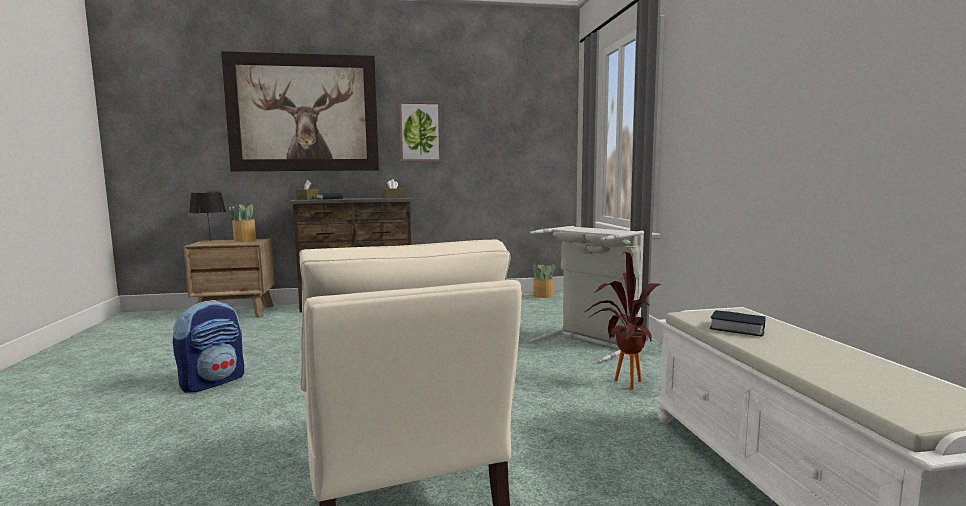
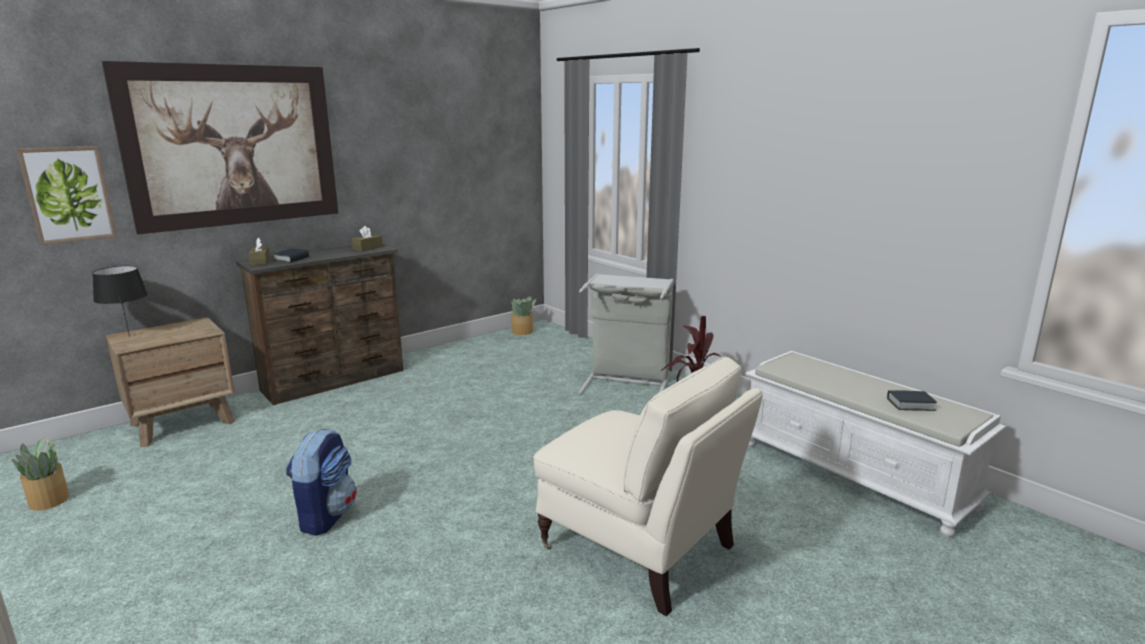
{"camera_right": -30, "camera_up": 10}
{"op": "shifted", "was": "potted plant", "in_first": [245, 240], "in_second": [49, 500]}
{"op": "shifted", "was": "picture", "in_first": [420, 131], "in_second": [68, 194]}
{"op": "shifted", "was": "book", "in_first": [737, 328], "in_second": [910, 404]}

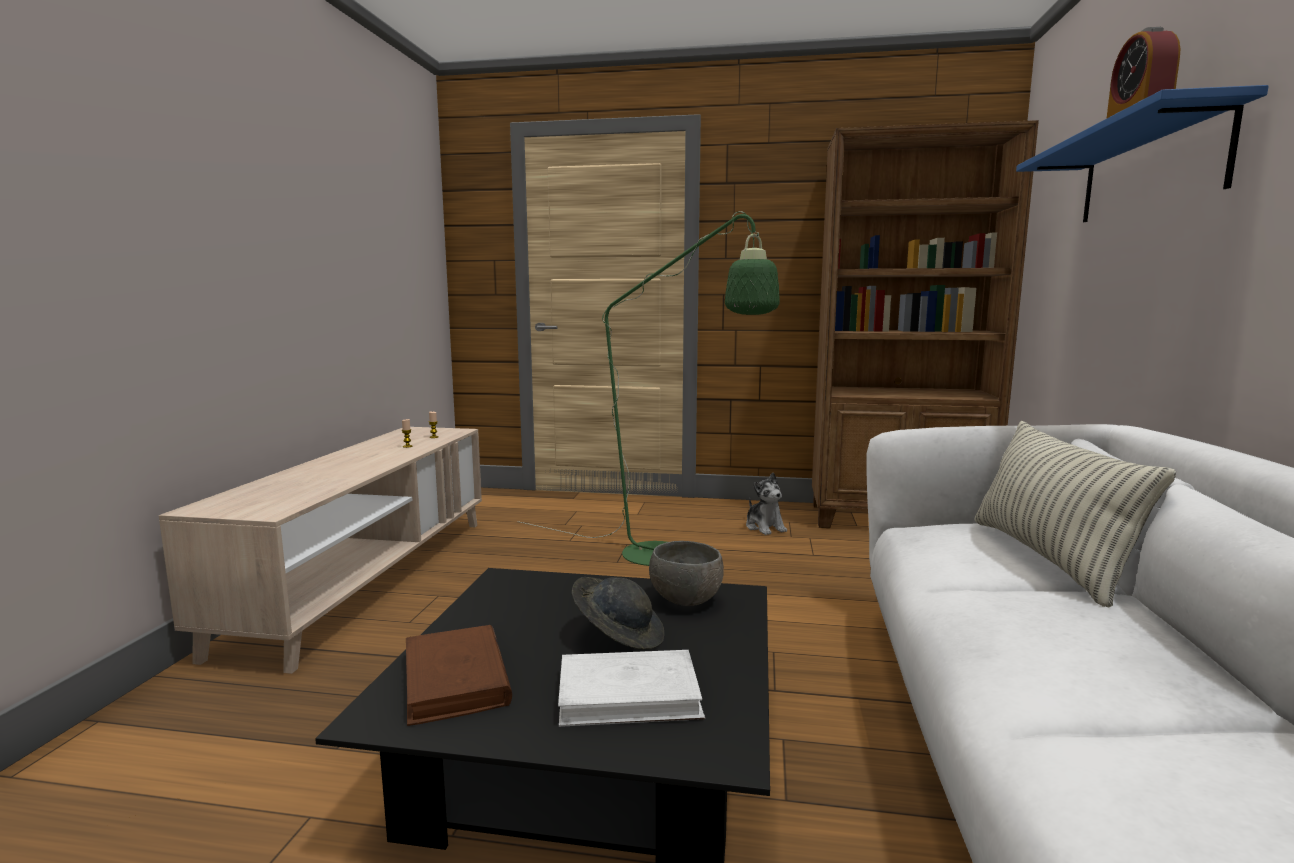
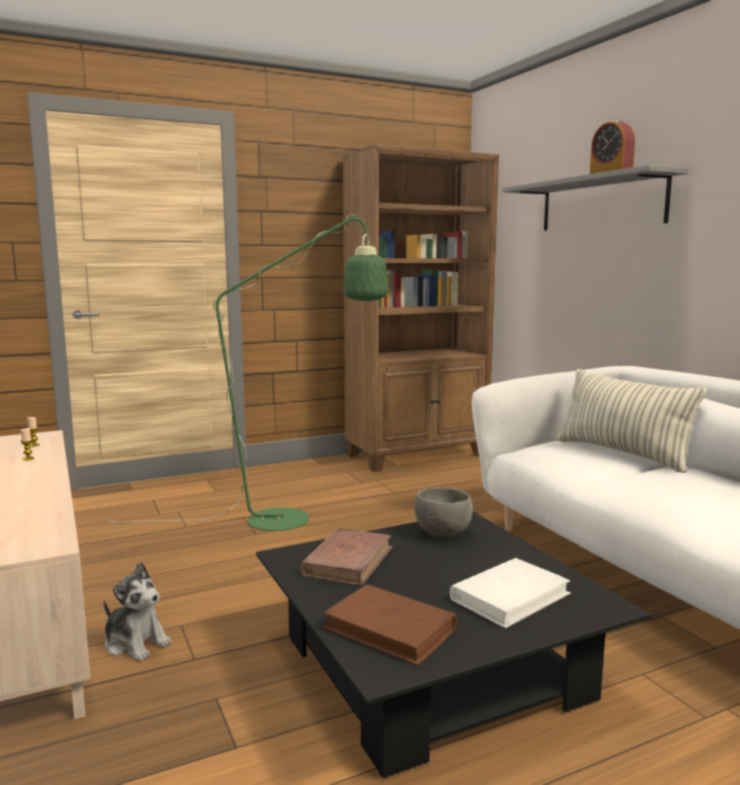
{"camera_right": -35, "camera_up": 0}
{"op": "gone", "was": "hat in grey", "in_first": [619, 634]}
{"op": "shifted", "was": "plush toy", "in_first": [765, 527], "in_second": [136, 643]}
{"op": "repainted", "was": "shelf in blue", "now": "shelf in grey", "in_first": [1149, 171], "in_second": [601, 203]}
{"op": "new", "now": "book in brown", "in_second": [348, 561]}

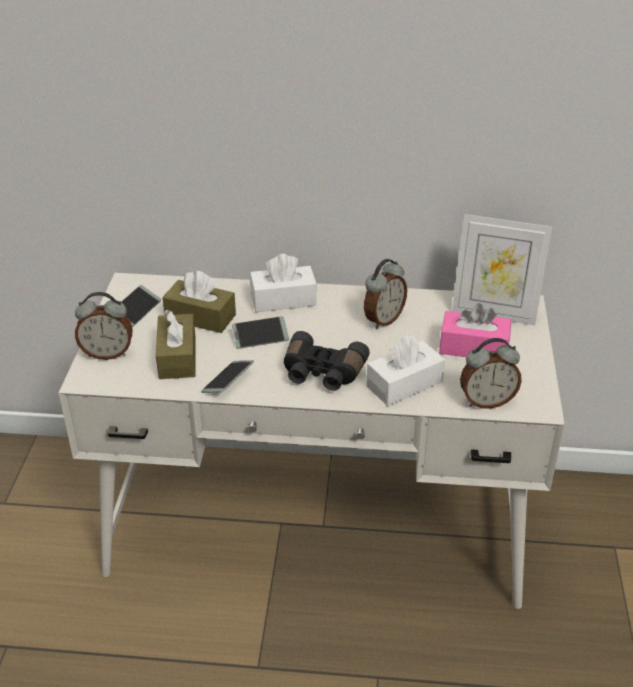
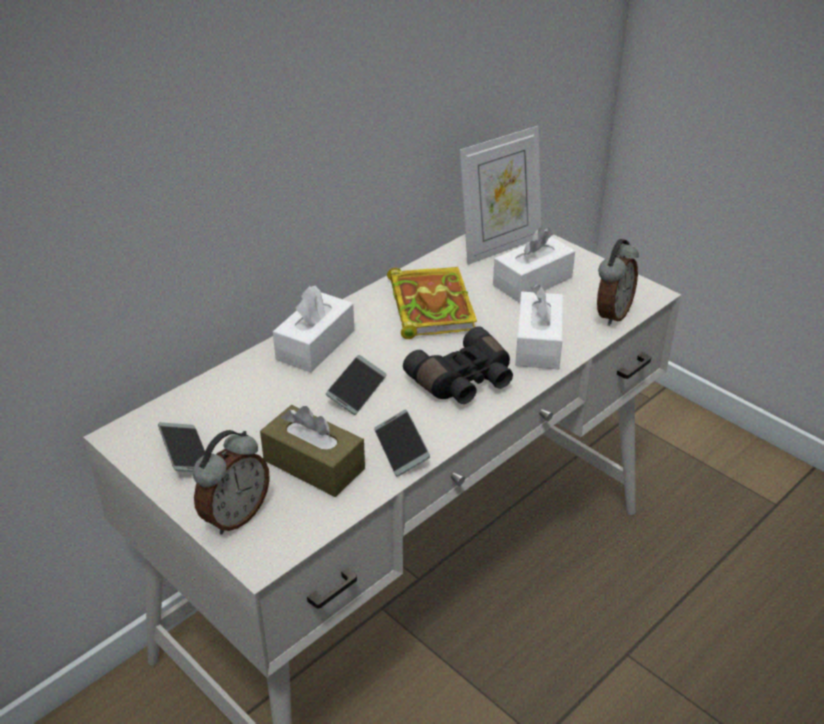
{"camera_right": -50, "camera_up": 0}
{"op": "gone", "was": "tissue box in brown", "in_first": [200, 317]}
{"op": "swapped", "was": "alarm clock", "now": "book", "in_first": [383, 319], "in_second": [429, 305]}
{"op": "repainted", "was": "tissue box in pink", "now": "tissue box in white", "in_first": [473, 347], "in_second": [532, 281]}

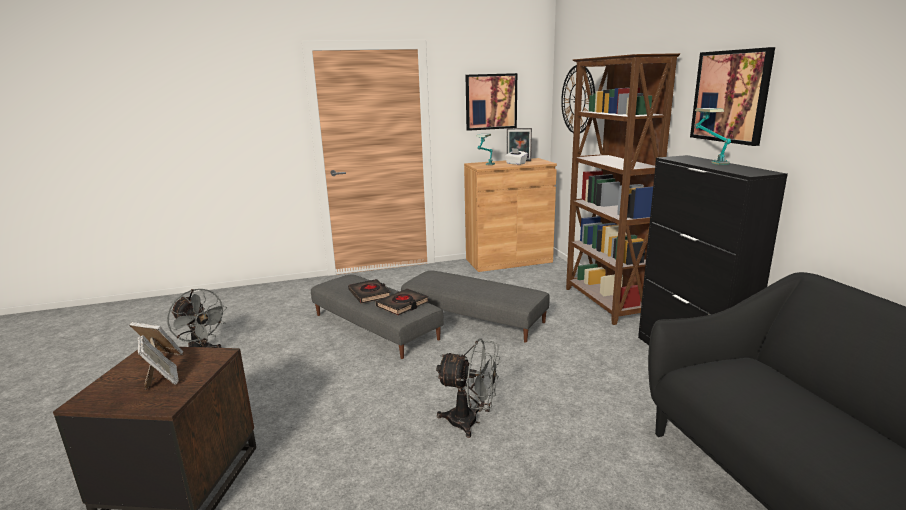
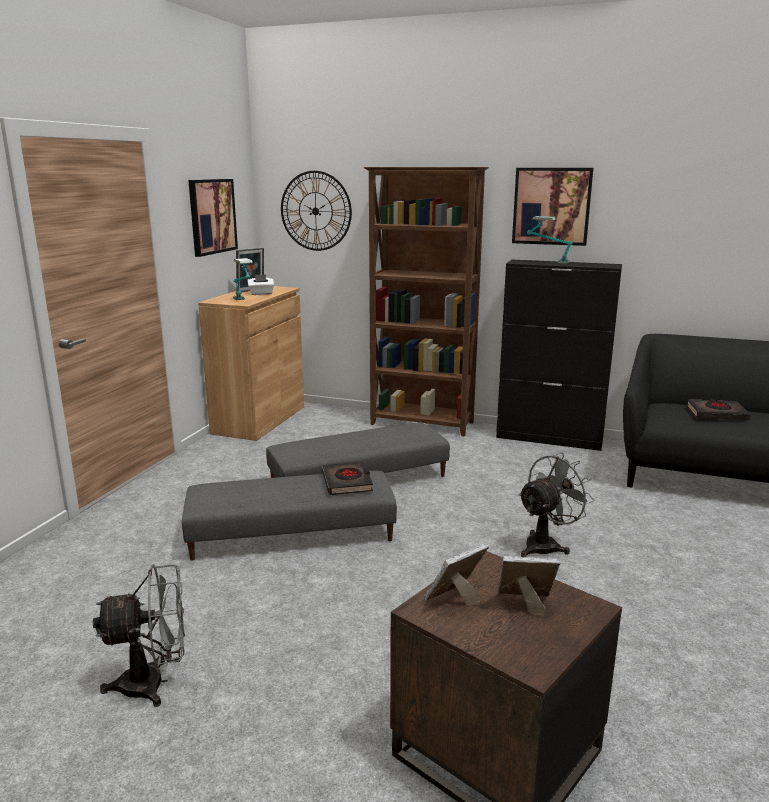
{"camera_right": -55, "camera_up": 0}
{"op": "shifted", "was": "book in black", "in_first": [369, 294], "in_second": [716, 414]}

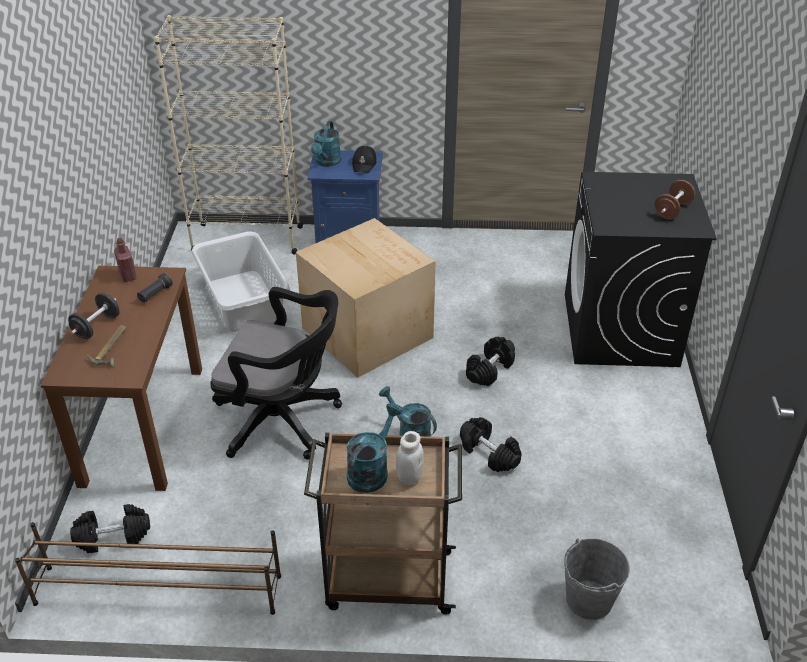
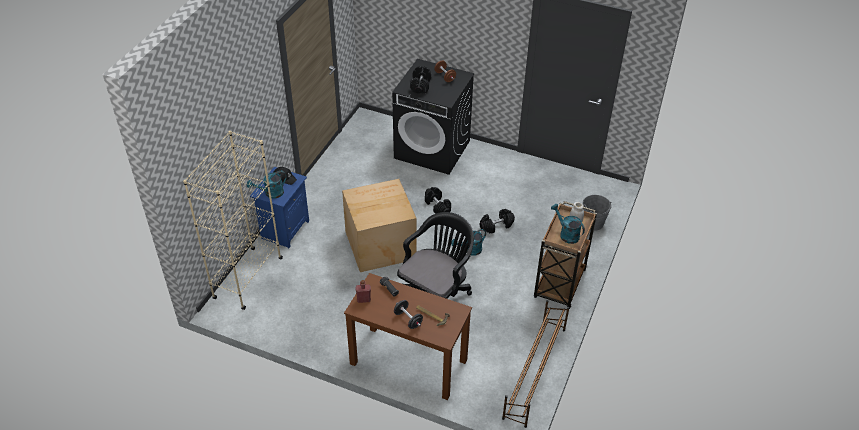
{"camera_right": -70, "camera_up": 5}
{"op": "shifted", "was": "dumbbell in black", "in_first": [113, 537], "in_second": [420, 85]}
{"op": "gone", "was": "laundry basket in grey", "in_first": [244, 300]}
{"op": "rotated", "was": "watering can in turquoise", "in_first": [327, 162], "in_second": [271, 193], "clockwise": 120}

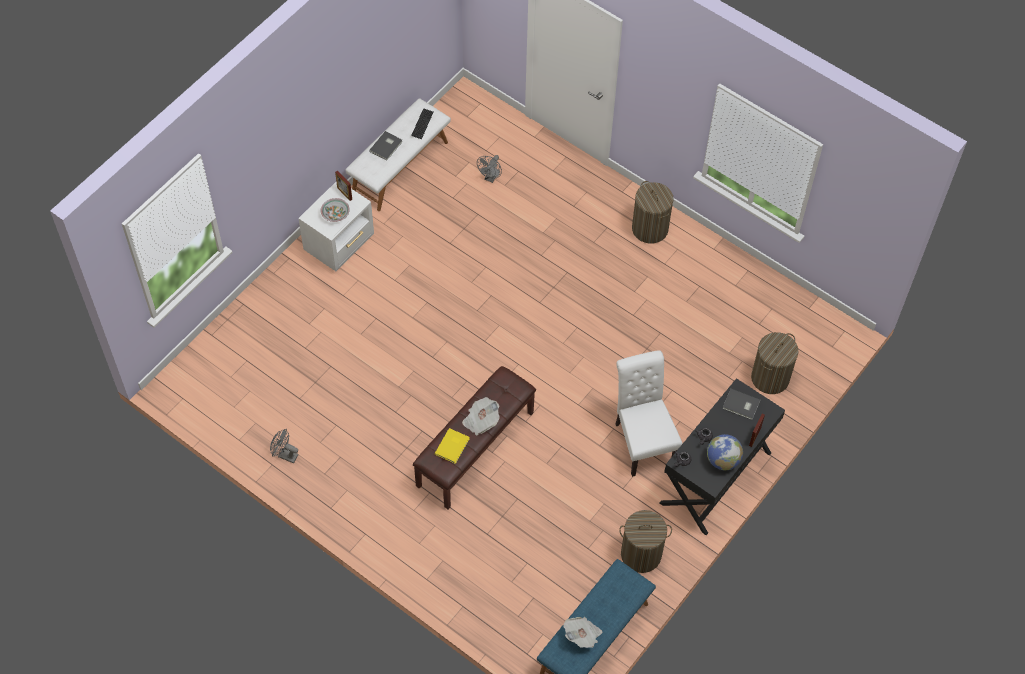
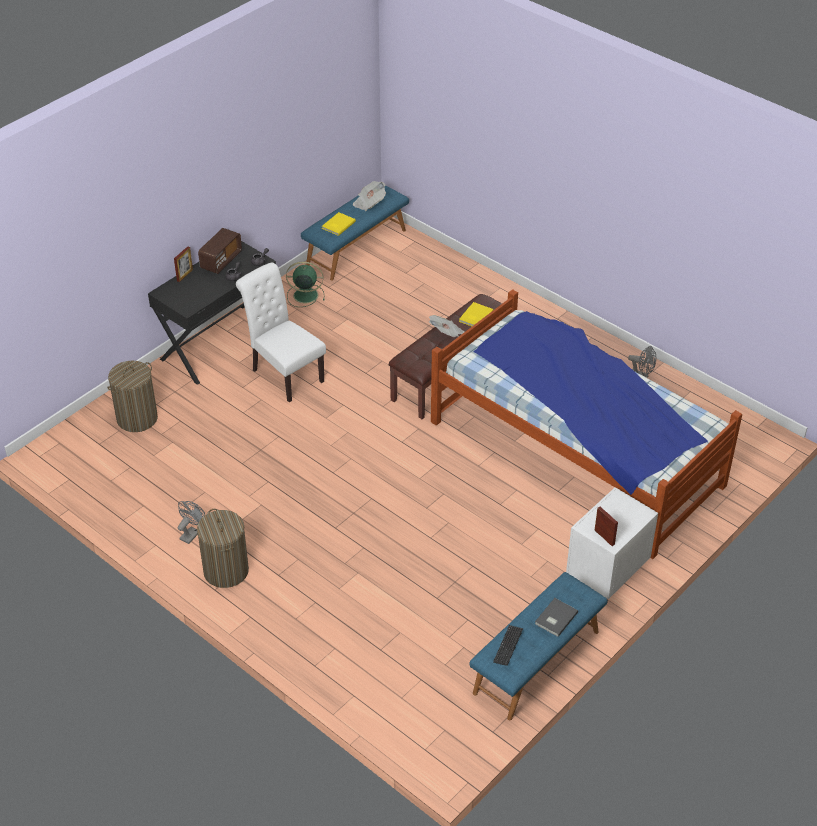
{"camera_right": -175, "camera_up": -15}
{"op": "gone", "was": "bowl", "in_first": [335, 214]}
{"op": "repainted", "was": "bench in white", "now": "bench in blue", "in_first": [399, 167], "in_second": [537, 662]}
{"op": "shifted", "was": "fan in grey", "in_first": [491, 178], "in_second": [192, 533]}
{"op": "rotated", "was": "chair in white", "in_first": [642, 440], "in_second": [284, 374], "clockwise": 150}
{"op": "swapped", "was": "laundry basket", "now": "fan in green", "in_first": [641, 554], "in_second": [304, 295]}
{"op": "swapped", "was": "globe", "now": "radio", "in_first": [722, 460], "in_second": [221, 261]}
{"op": "gone", "was": "book in grey", "in_first": [741, 405]}
{"op": "new", "now": "book in yellow", "in_second": [337, 225]}
{"op": "new", "now": "bed", "in_second": [576, 452]}

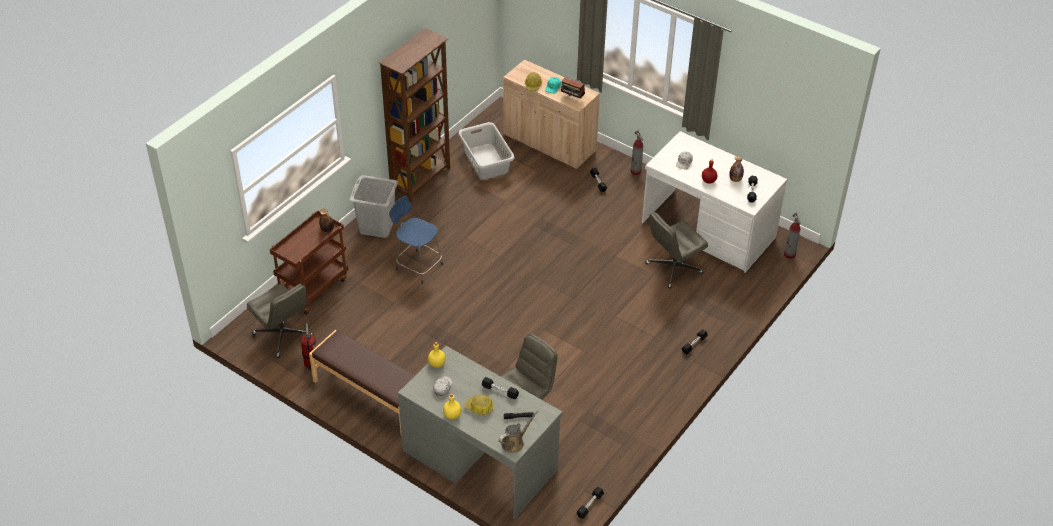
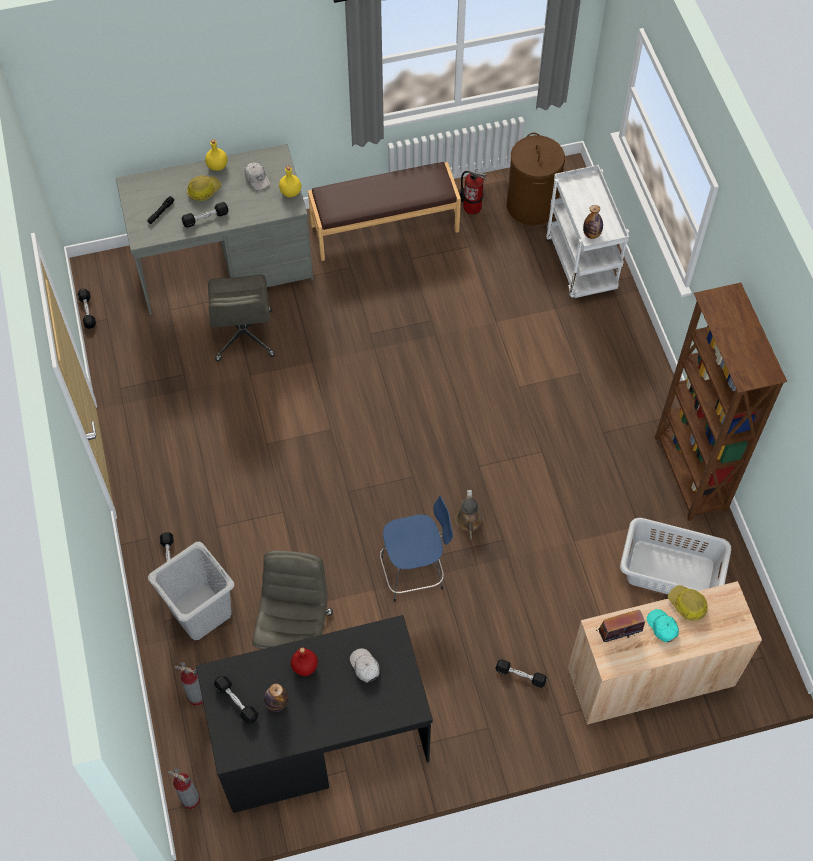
{"camera_right": 130, "camera_up": 15}
{"op": "swapped", "was": "office chair in grey", "now": "laundry basket in brown", "in_first": [283, 335], "in_second": [531, 205]}
{"op": "repainted", "was": "cart in brown", "now": "cart in white", "in_first": [313, 288], "in_second": [581, 265]}
{"op": "shifted", "was": "laundry basket in grey", "in_first": [377, 227], "in_second": [200, 612]}
{"op": "shifted", "was": "stool in blue", "in_first": [418, 266], "in_second": [414, 572]}
{"op": "shifted", "was": "watering can in brown", "in_first": [514, 442], "in_second": [469, 522]}
{"op": "shifted", "was": "fire extinguisher", "in_first": [635, 171], "in_second": [196, 696]}
{"op": "repainted", "was": "desk in white", "now": "desk in black", "in_first": [708, 230], "in_second": [319, 736]}

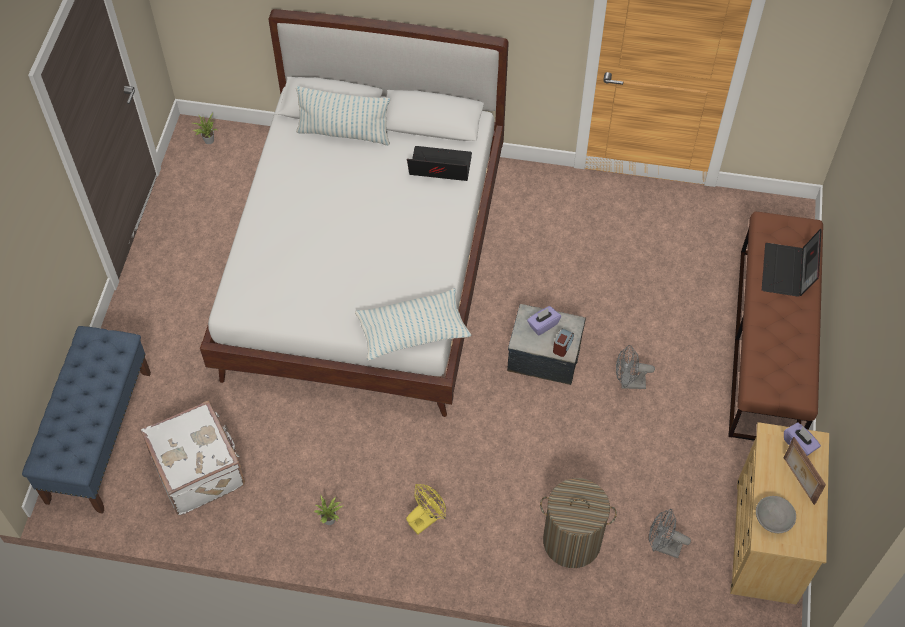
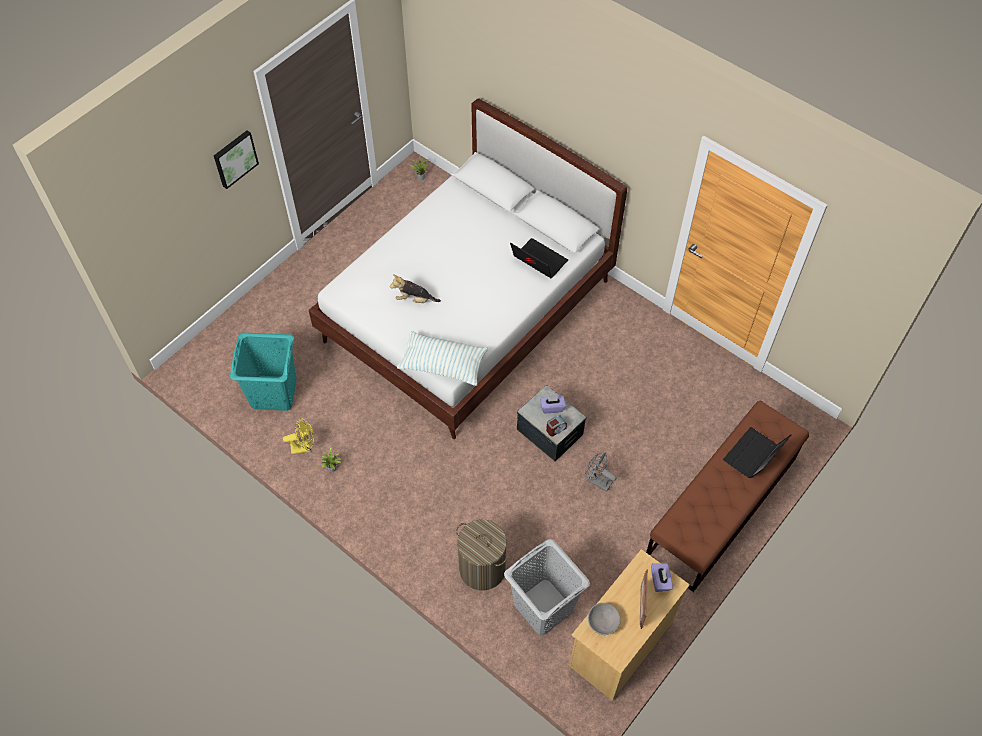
{"camera_right": 30, "camera_up": 0}
{"op": "gone", "was": "bench in blue", "in_first": [99, 435]}
{"op": "swapped", "was": "suitcase in white", "now": "laundry basket in turquoise", "in_first": [200, 469], "in_second": [273, 392]}
{"op": "gone", "was": "pillow", "in_first": [344, 133]}
{"op": "shifted", "was": "fan in yellow", "in_first": [426, 519], "in_second": [304, 447]}
{"op": "swapped", "was": "fan in grey", "now": "laundry basket in grey", "in_first": [662, 546], "in_second": [543, 607]}
{"op": "new", "now": "picture", "in_second": [234, 158]}
{"op": "new", "now": "plush toy", "in_second": [414, 299]}

